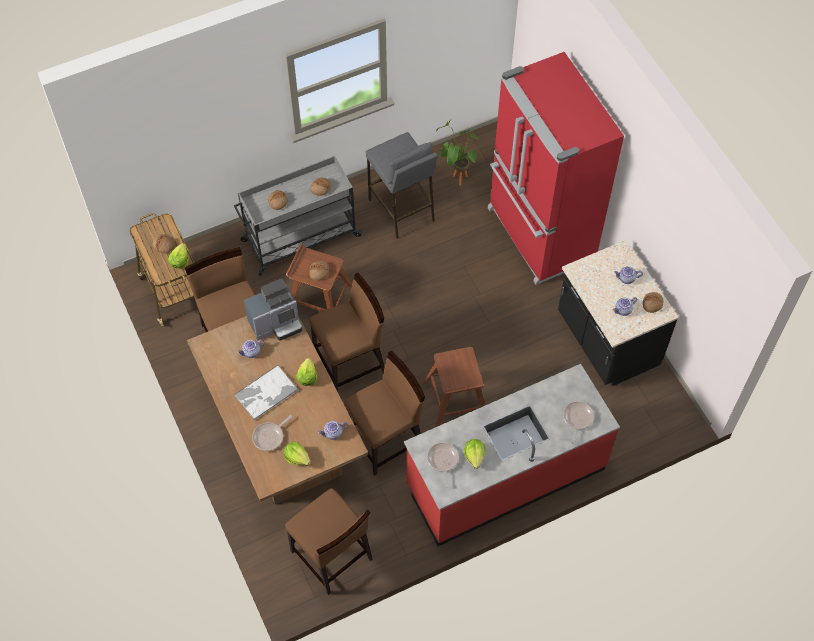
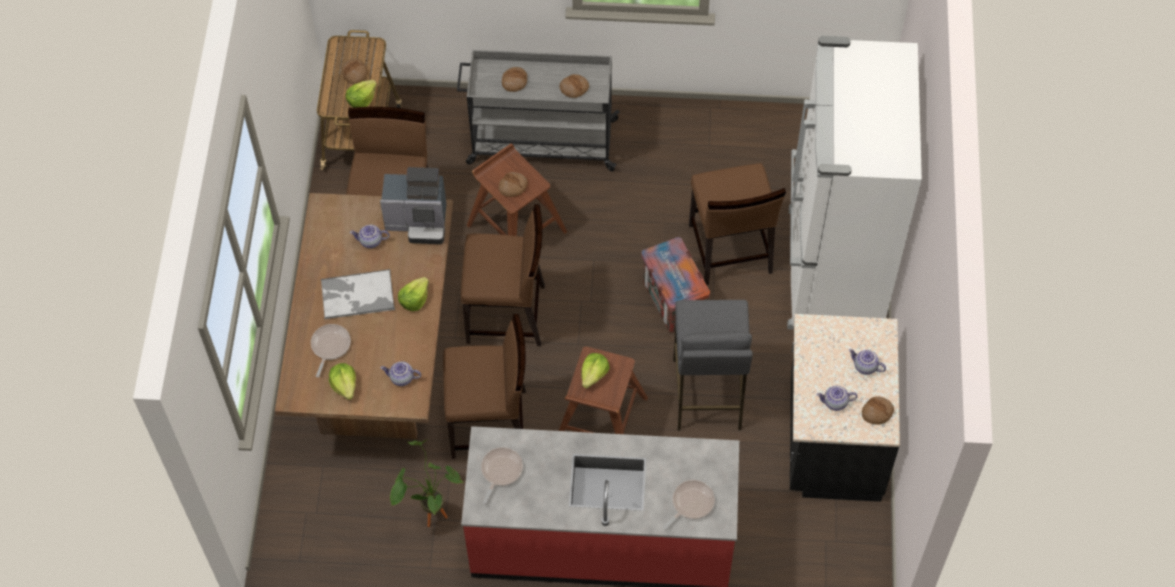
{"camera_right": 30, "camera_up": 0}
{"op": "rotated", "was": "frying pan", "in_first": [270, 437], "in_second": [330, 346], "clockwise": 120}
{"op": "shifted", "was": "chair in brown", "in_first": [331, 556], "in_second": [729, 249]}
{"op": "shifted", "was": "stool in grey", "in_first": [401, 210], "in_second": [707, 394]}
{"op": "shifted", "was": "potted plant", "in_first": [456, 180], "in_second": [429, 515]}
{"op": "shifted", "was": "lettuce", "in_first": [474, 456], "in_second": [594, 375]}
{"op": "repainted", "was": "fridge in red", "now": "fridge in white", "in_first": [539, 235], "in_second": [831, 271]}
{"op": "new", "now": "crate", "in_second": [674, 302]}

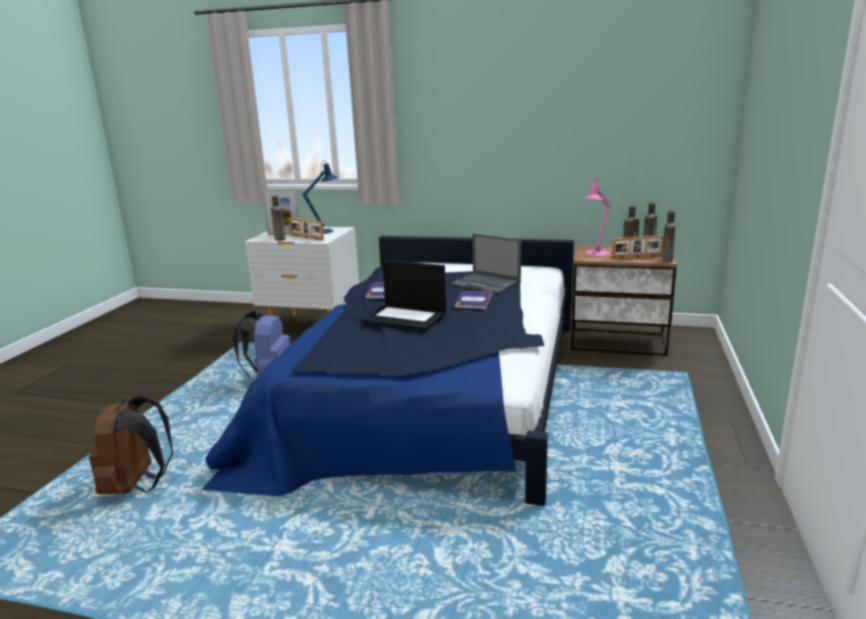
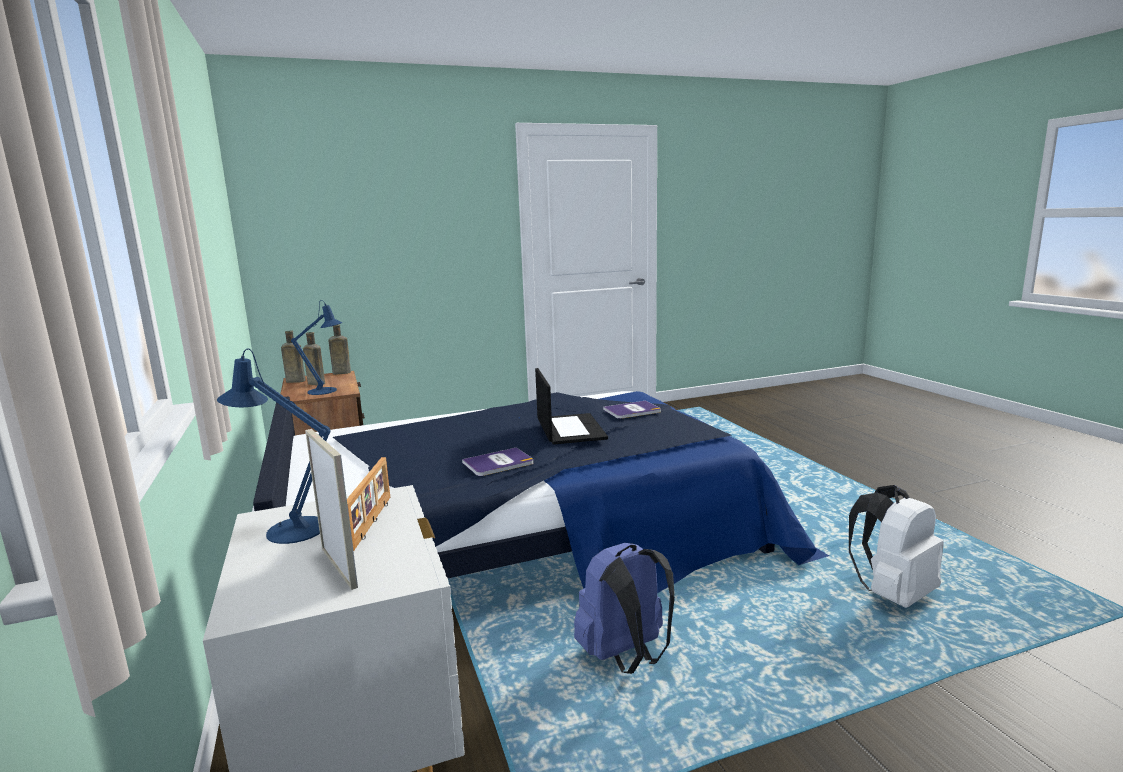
{"camera_right": -125, "camera_up": -5}
{"op": "repainted", "was": "backpack in brown", "now": "backpack in white", "in_first": [137, 486], "in_second": [892, 594]}
{"op": "gone", "was": "bottle in brown", "in_first": [279, 239]}
{"op": "gone", "was": "laptop", "in_first": [486, 283]}
{"op": "shifted", "was": "book", "in_first": [473, 301], "in_second": [632, 411]}
{"op": "repainted", "was": "table lamp in pink", "now": "table lamp in blue", "in_first": [595, 254], "in_second": [326, 391]}
{"op": "gone", "was": "picture frame", "in_first": [637, 257]}

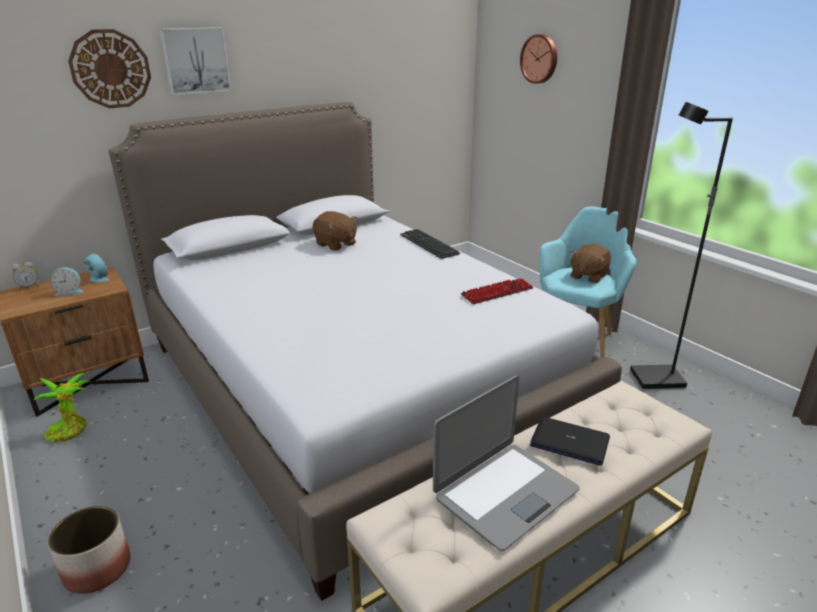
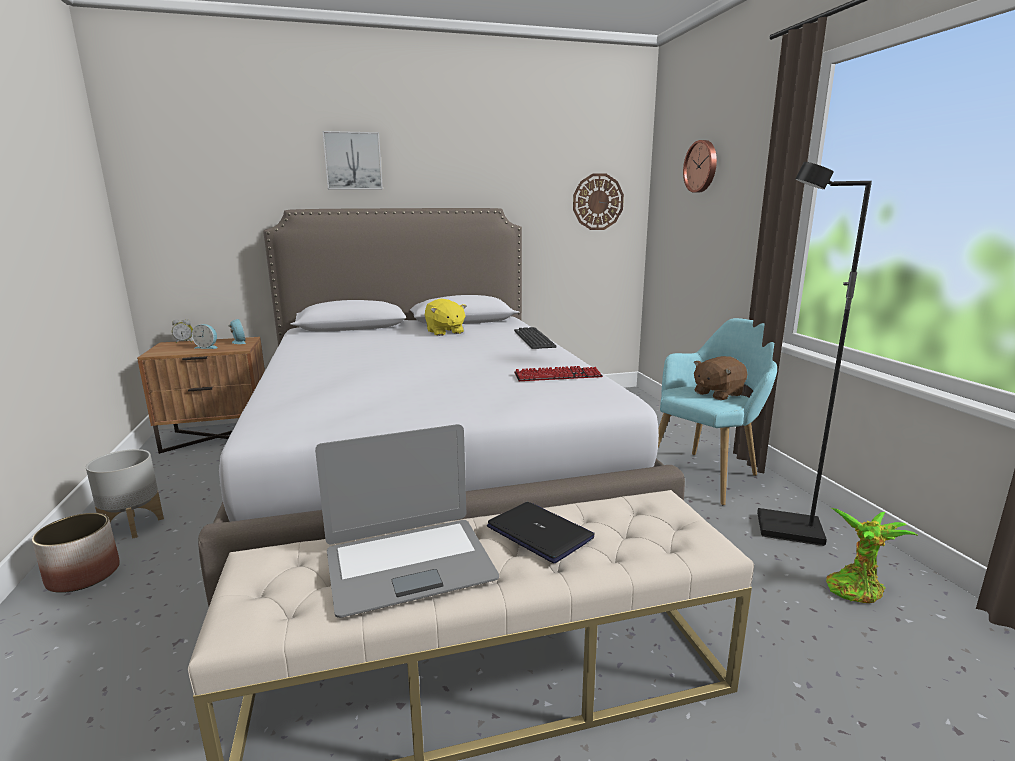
{"camera_right": 20, "camera_up": -10}
{"op": "shifted", "was": "potted plant", "in_first": [70, 430], "in_second": [856, 588]}
{"op": "shifted", "was": "wall clock", "in_first": [110, 69], "in_second": [598, 202]}
{"op": "repainted", "was": "plush toy in brown", "now": "plush toy in yellow", "in_first": [335, 244], "in_second": [444, 332]}
{"op": "new", "now": "planter in grey", "in_second": [134, 525]}

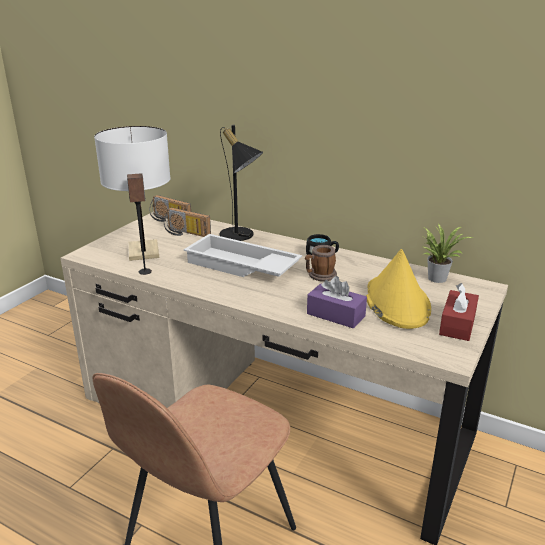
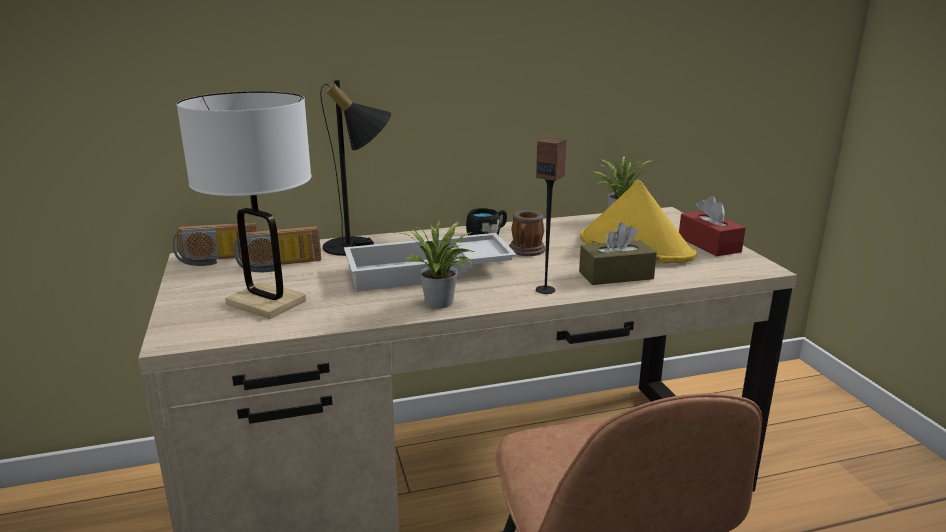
{"camera_right": -45, "camera_up": -5}
{"op": "shifted", "was": "speaker", "in_first": [145, 271], "in_second": [545, 290]}
{"op": "repainted", "was": "tissue box in purple", "now": "tissue box in brown", "in_first": [336, 315], "in_second": [616, 275]}
{"op": "new", "now": "potted plant", "in_second": [440, 304]}

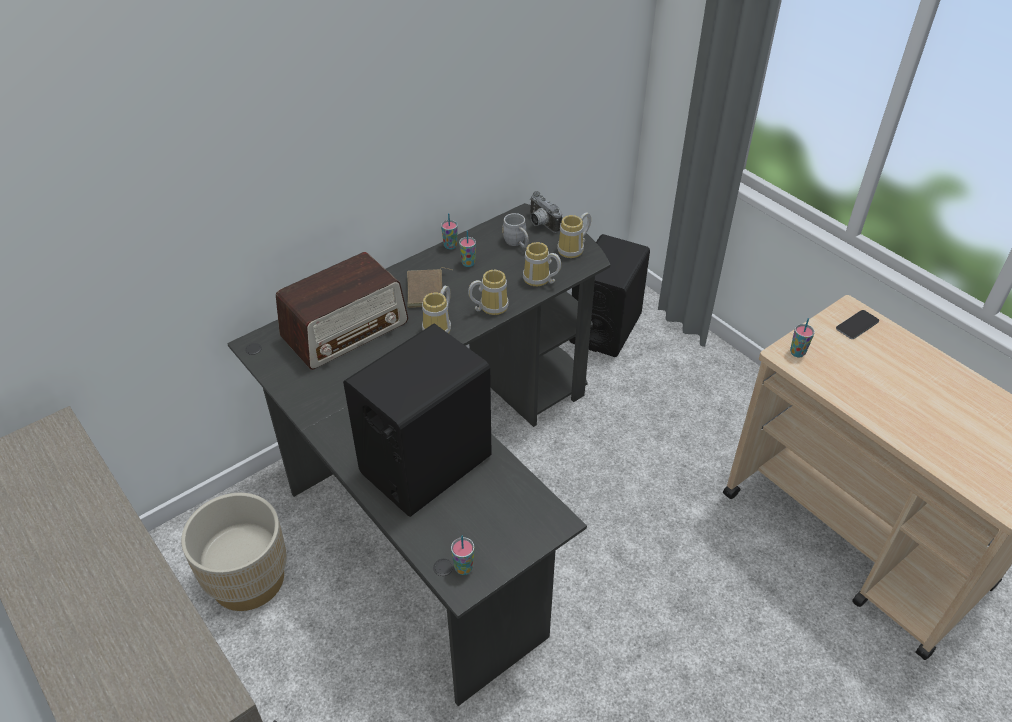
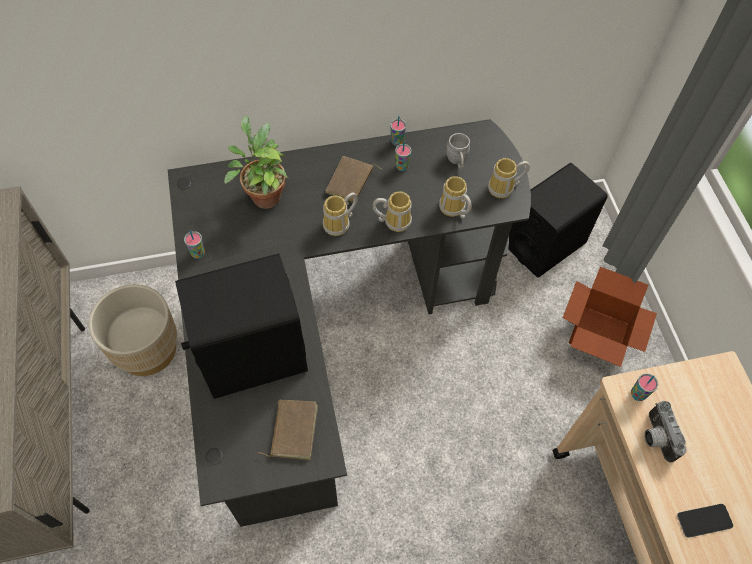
{"camera_right": 25, "camera_up": 15}
{"op": "swapped", "was": "radio", "now": "potted plant", "in_first": [346, 330], "in_second": [263, 195]}
{"op": "shifted", "was": "cup", "in_first": [463, 568], "in_second": [198, 253]}
{"op": "shifted", "was": "photo camera", "in_first": [541, 224], "in_second": [655, 437]}
{"op": "shifted", "was": "phone", "in_first": [857, 325], "in_second": [704, 520]}
{"op": "new", "now": "book in brown", "in_second": [292, 430]}
{"op": "new", "now": "cardboard box", "in_second": [597, 334]}

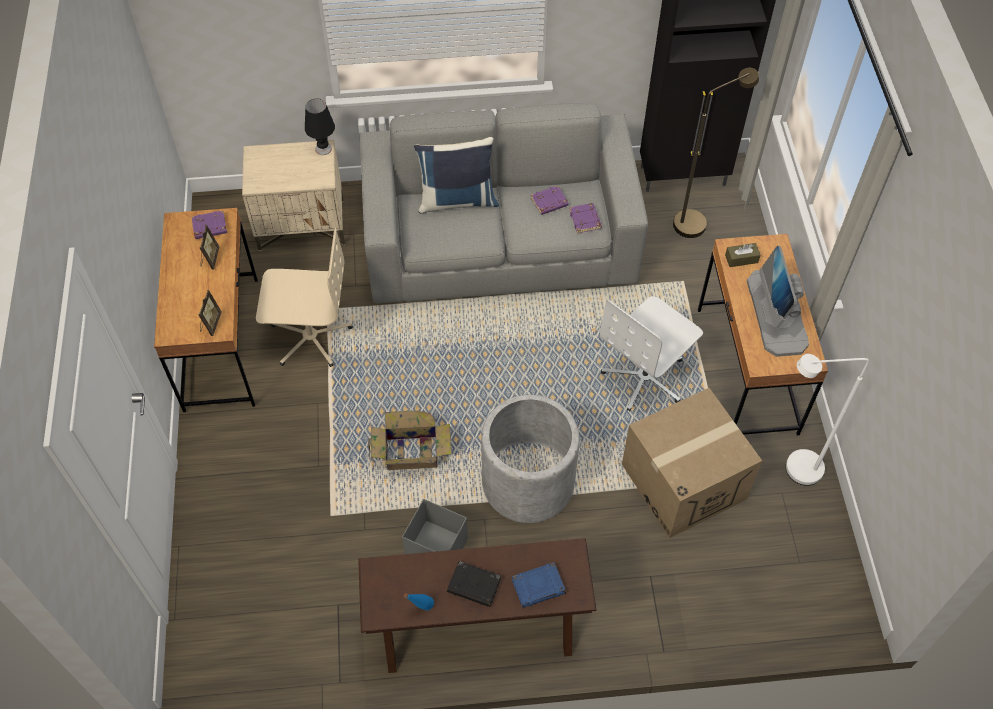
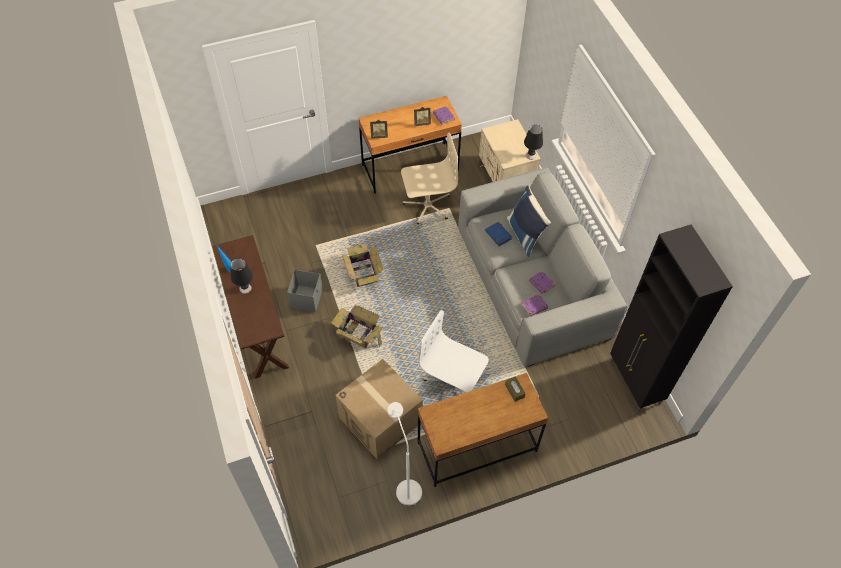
{"camera_right": 75, "camera_up": 0}
{"op": "rotated", "was": "office chair in beige", "in_first": [310, 336], "in_second": [427, 205], "clockwise": -90}
{"op": "swapped", "was": "book in black", "now": "table lamp in black", "in_first": [474, 585], "in_second": [245, 288]}
{"op": "swapped", "was": "planter in grey", "now": "cardboard box", "in_first": [528, 482], "in_second": [359, 335]}
{"op": "shifted", "was": "book in blue", "in_first": [538, 586], "in_second": [498, 235]}
{"op": "gone", "was": "floor lamp in brown", "in_first": [696, 220]}
{"op": "gone", "was": "monitor", "in_first": [777, 313]}

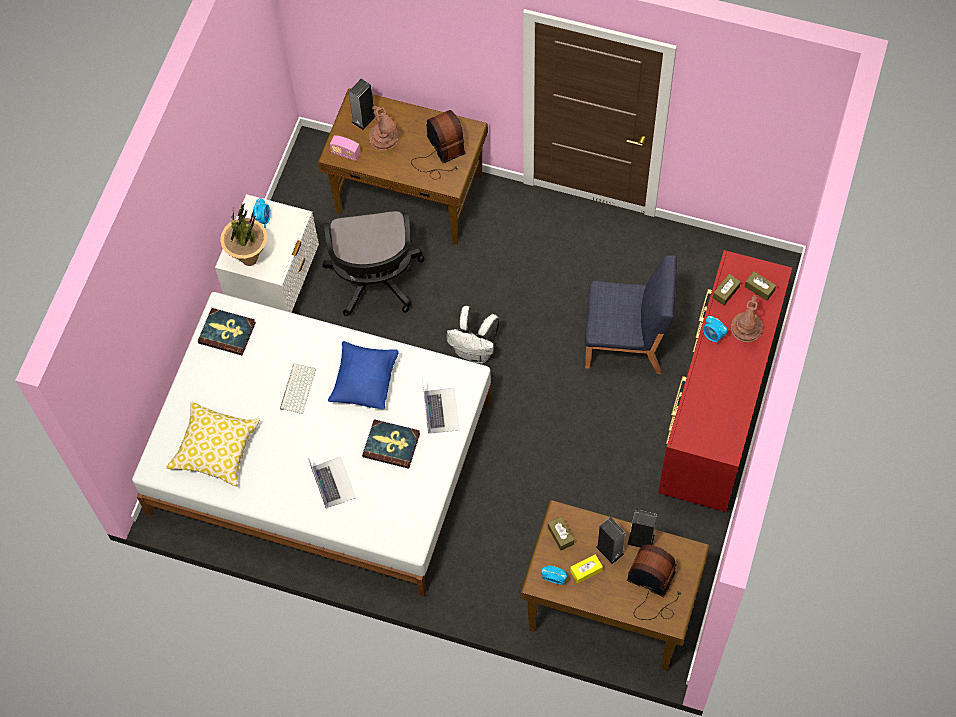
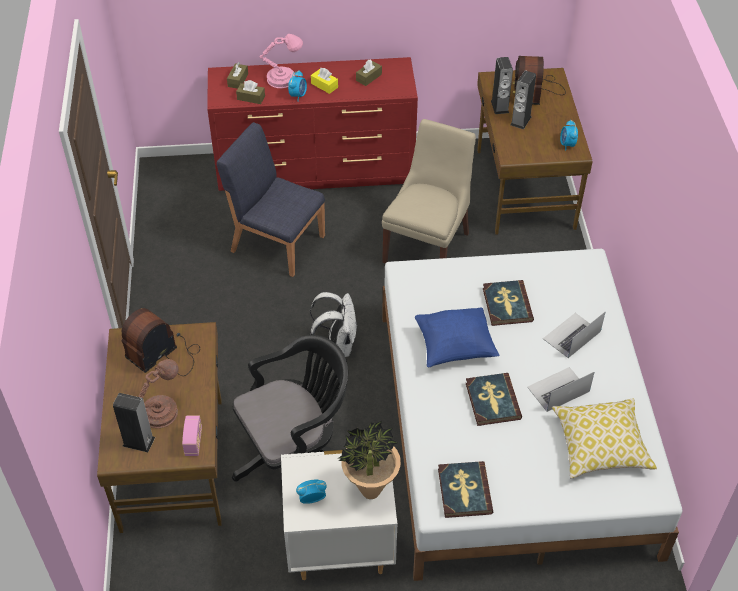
{"camera_right": -115, "camera_up": -15}
{"op": "swapped", "was": "keyboard", "now": "book", "in_first": [297, 388], "in_second": [492, 401]}
{"op": "shifted", "was": "laptop", "in_first": [441, 410], "in_second": [558, 389]}
{"op": "shifted", "was": "tissue box in brown", "in_first": [560, 535], "in_second": [368, 77]}
{"op": "shifted", "was": "tissue box in yellow", "in_first": [586, 571], "in_second": [324, 85]}
{"op": "rotated", "was": "chair in blue", "in_first": [626, 342], "in_second": [277, 242], "clockwise": -45}
{"op": "repainted", "was": "table lamp in brown", "now": "table lamp in pink", "in_first": [746, 331], "in_second": [283, 79]}
{"op": "new", "now": "chair in beige", "in_second": [427, 245]}

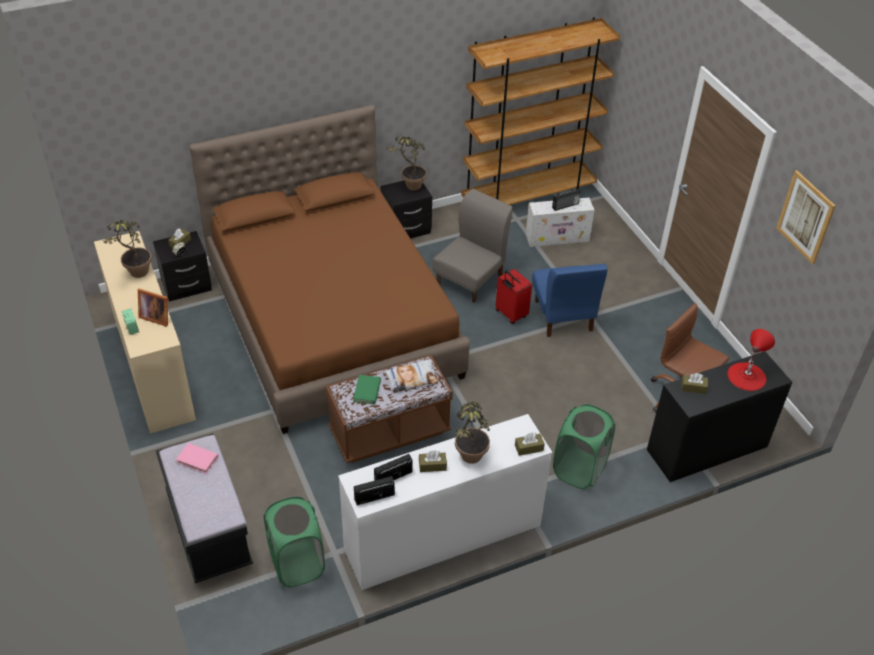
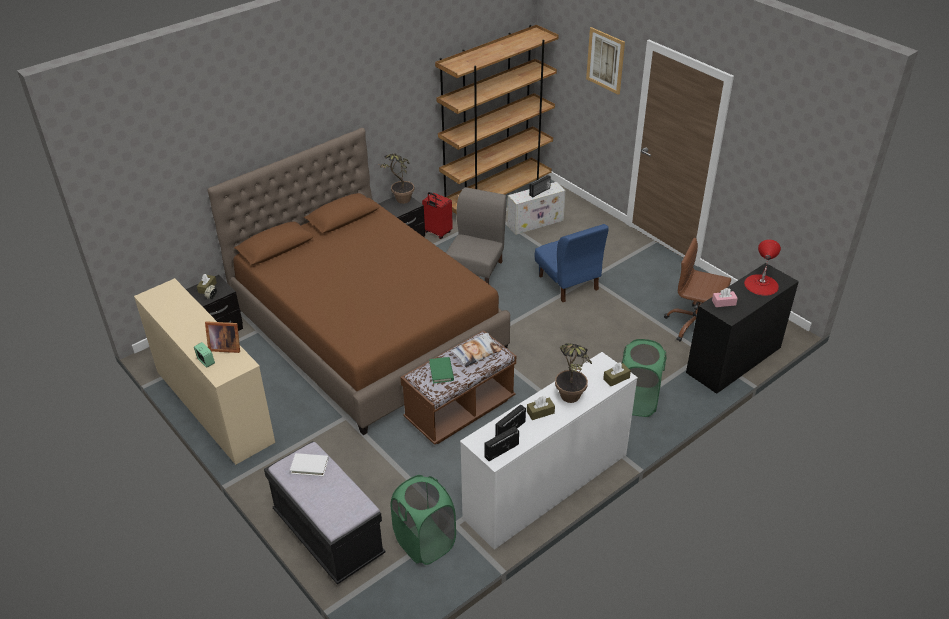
{"camera_right": -15, "camera_up": -5}
{"op": "gone", "was": "potted plant", "in_first": [135, 276]}
{"op": "repainted", "was": "book in pink", "now": "book in white", "in_first": [197, 459], "in_second": [309, 466]}
{"op": "shifted", "was": "suitcase in red", "in_first": [510, 314], "in_second": [437, 233]}
{"op": "repainted", "was": "tissue box in brown", "now": "tissue box in pink", "in_first": [693, 387], "in_second": [723, 302]}
{"op": "shifted", "was": "picture", "in_first": [805, 217], "in_second": [605, 60]}

